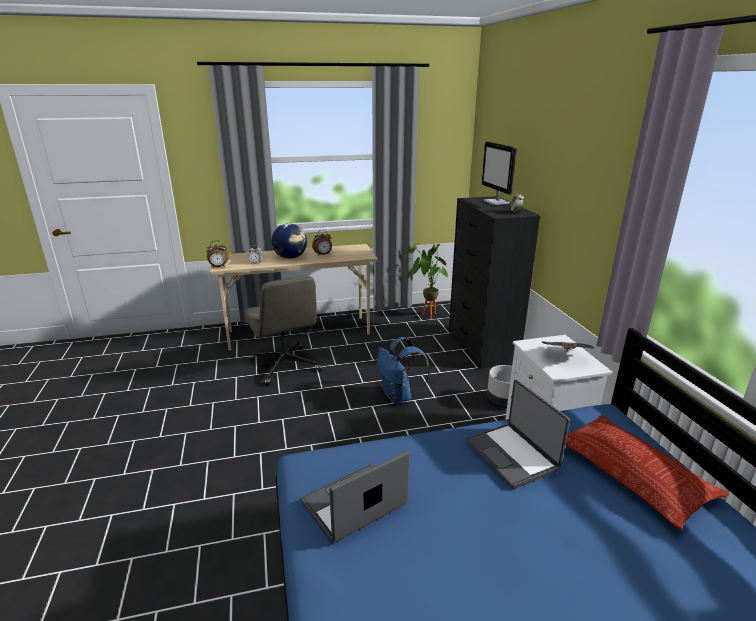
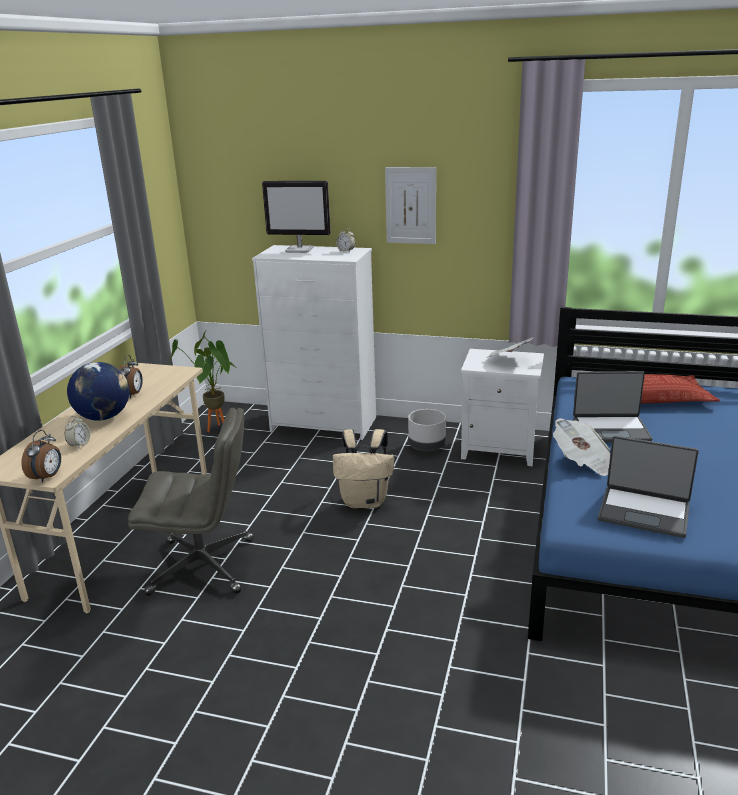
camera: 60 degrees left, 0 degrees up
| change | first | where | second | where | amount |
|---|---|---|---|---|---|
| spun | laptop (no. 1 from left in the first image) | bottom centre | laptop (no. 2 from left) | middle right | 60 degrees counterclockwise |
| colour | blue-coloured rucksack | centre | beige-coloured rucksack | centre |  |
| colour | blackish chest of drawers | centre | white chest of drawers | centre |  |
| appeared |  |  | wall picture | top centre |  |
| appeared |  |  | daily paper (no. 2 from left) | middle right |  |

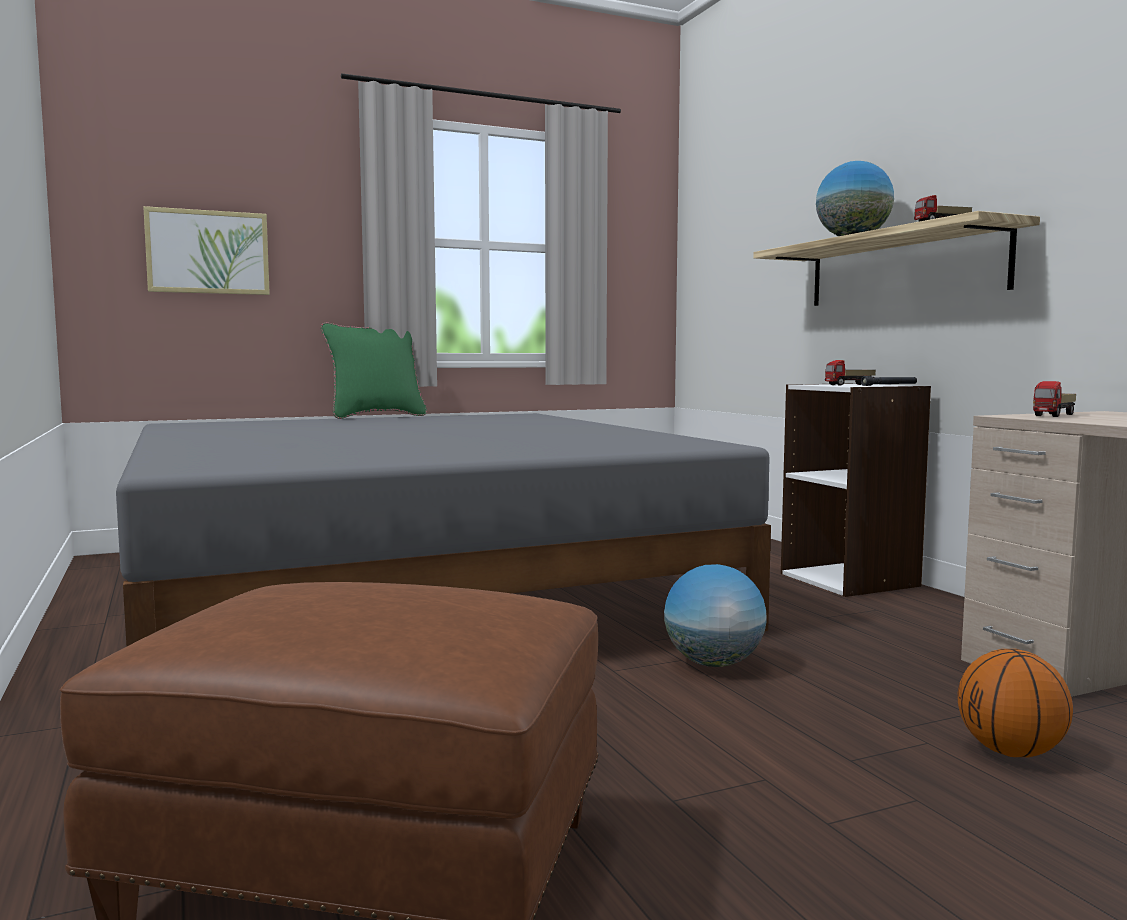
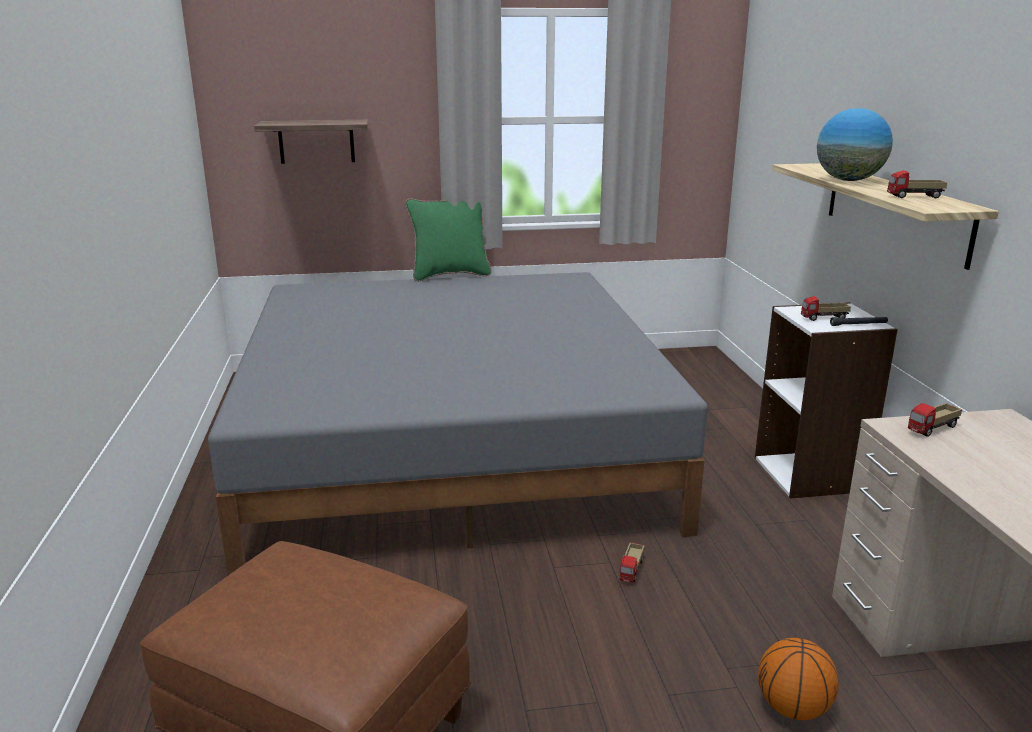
camera: 15 degrees right, 15 degrees up
| change | first | where | second | where | amount |
|---|---|---|---|---|---|
| exchanged | wall picture | top left | shelf (no. 1 from left) | top left |  |
| exchanged | globe (no. 1 from left) | bottom centre | toy truck (no. 1 from left) | bottom centre |  |

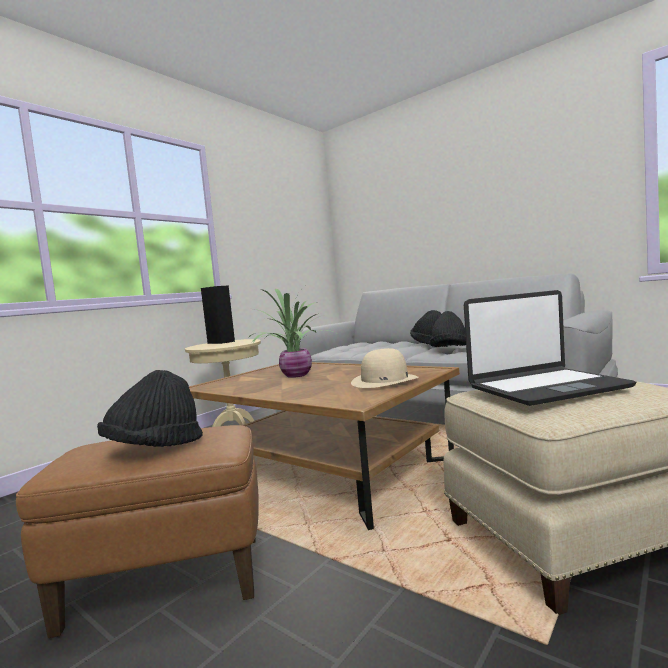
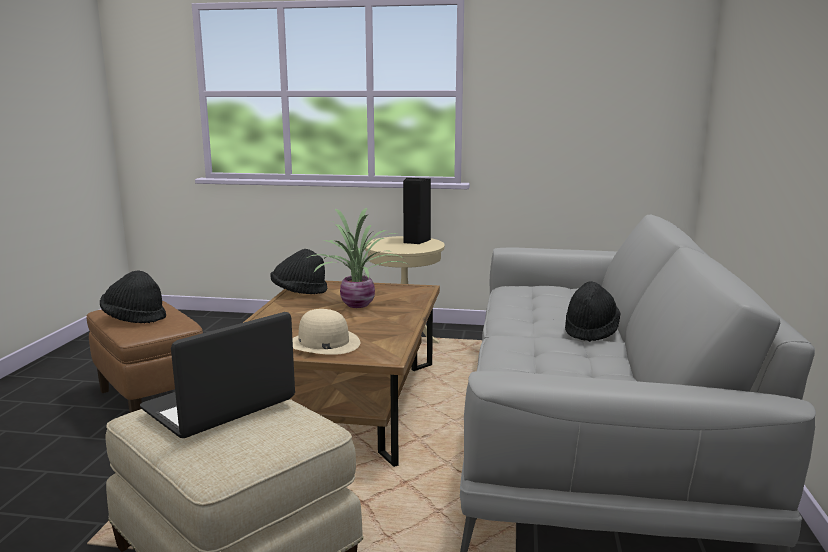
camera: 60 degrees right, 10 degrees up
| change | first | where | second | where | amount |
|---|---|---|---|---|---|
| relocated | blackish clothing hat (no. 3 from left in the first image) | middle right | blackish clothing hat (no. 2 from left) | centre |  |
| spun | laptop | middle right |  | bottom left | 90 degrees clockwise |

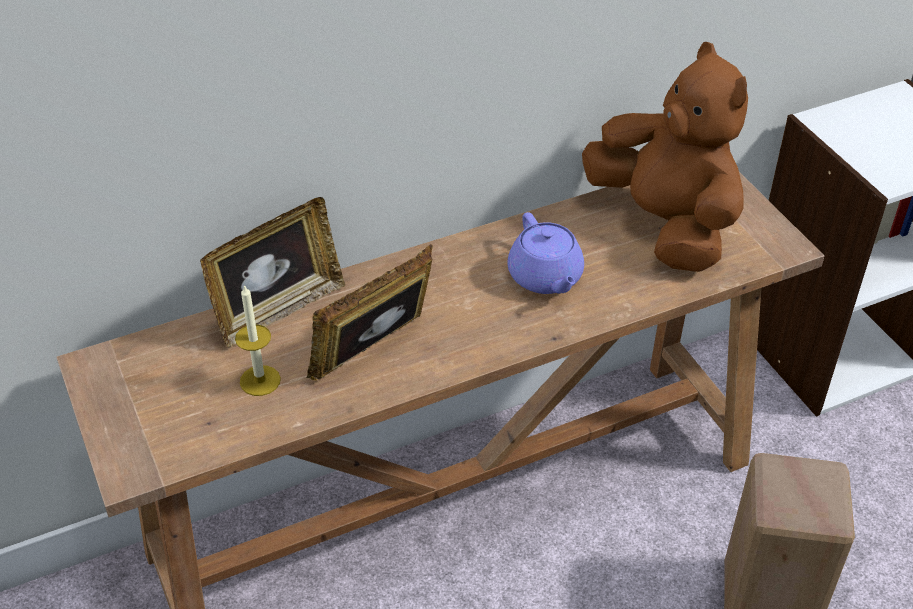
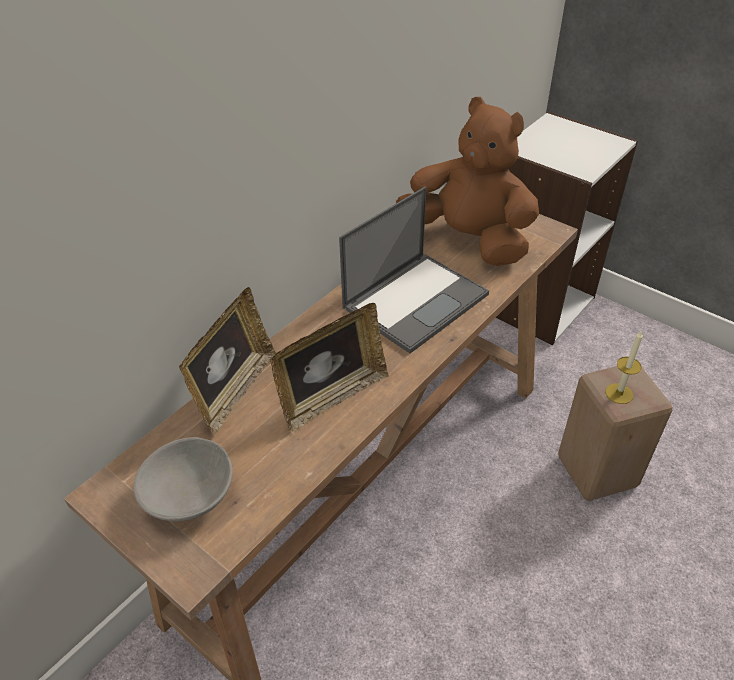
camera: 25 degrees left, 0 degrees up
| change | first | where | second | where | amount |
|---|---|---|---|---|---|
| relocated | wax candle | middle left |  | middle right |  |
| spun | photo frame (no. 2 from left) | centre |  | centre | 150 degrees counterclockwise |
| exchanged | purple-coloured tea pot | centre | laptop | centre |  |
| appeared |  |  | gray bowl | bottom left |  |

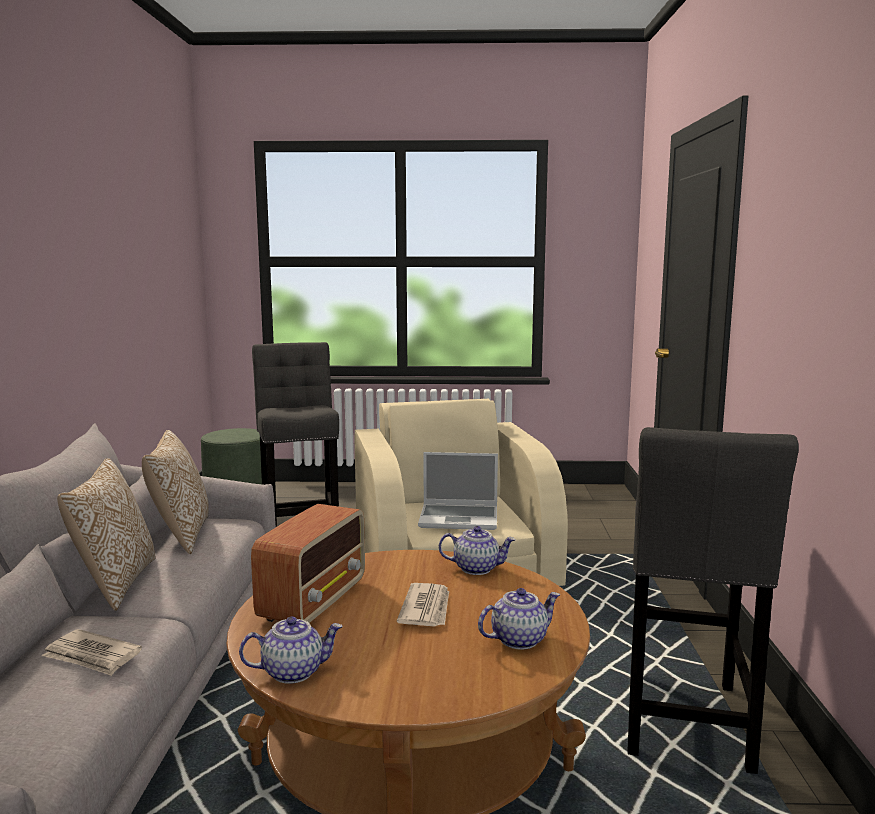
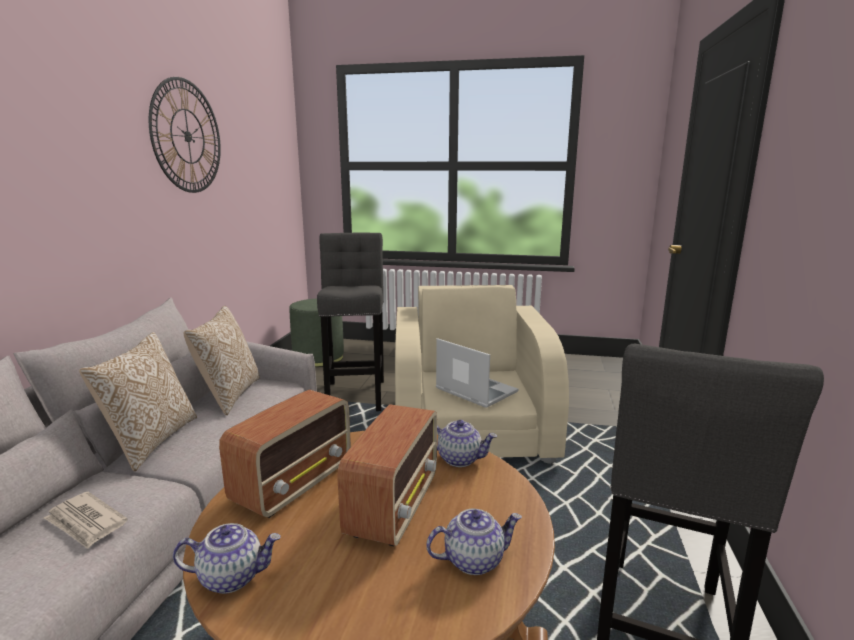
camera: 10 degrees right, 5 degrees up
| change | first | where | second | where | amount |
|---|---|---|---|---|---|
| exchanged | daily paper (no. 2 from left) | bottom centre | radio (no. 2 from left) | bottom centre |  |
| spun | laptop | centre |  | centre | 150 degrees counterclockwise |
| appeared |  |  | hanging clock | top left |  |

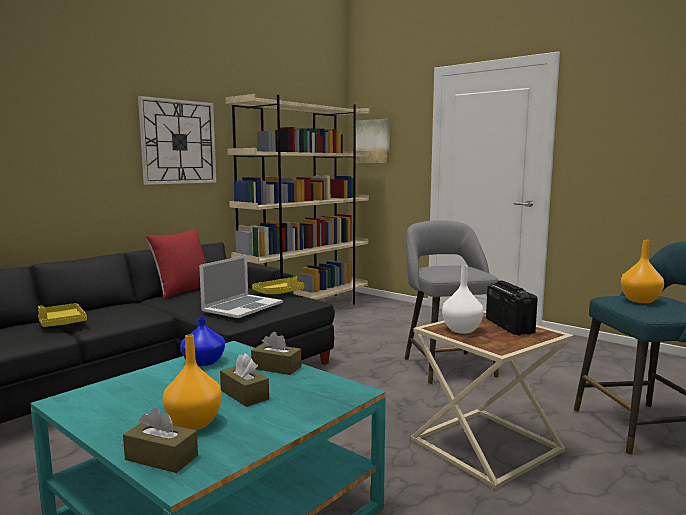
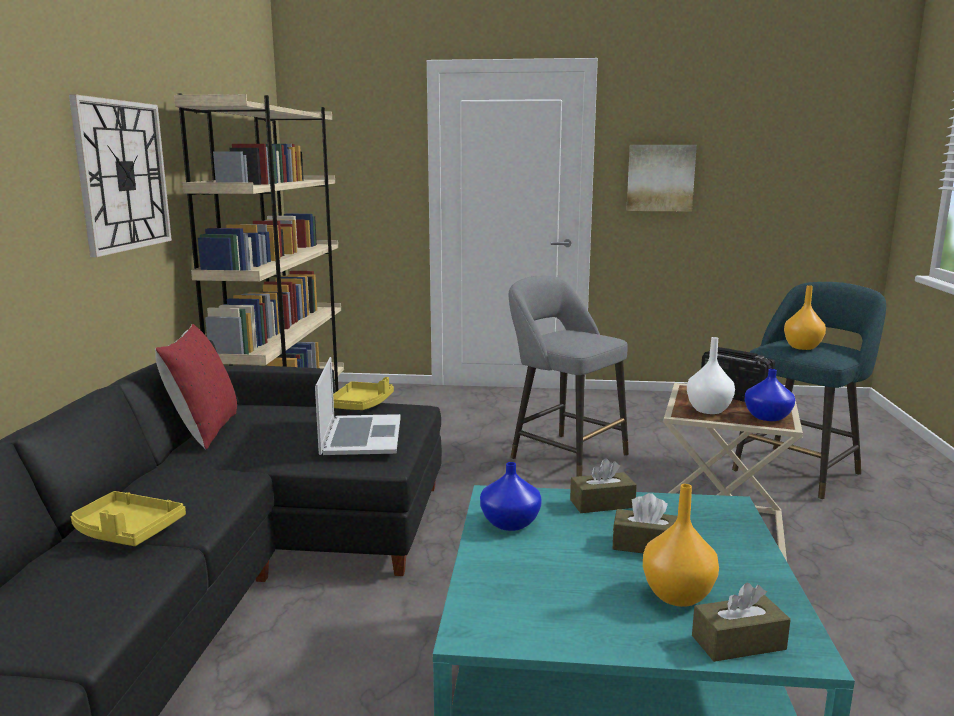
camera: 35 degrees left, 5 degrees up
| change | first | where | second | where | amount |
|---|---|---|---|---|---|
| relocated | wall picture | top centre |  | top right |  |
| appeared |  |  | blue-coloured flower vase (no. 2 from left) | middle right |  |

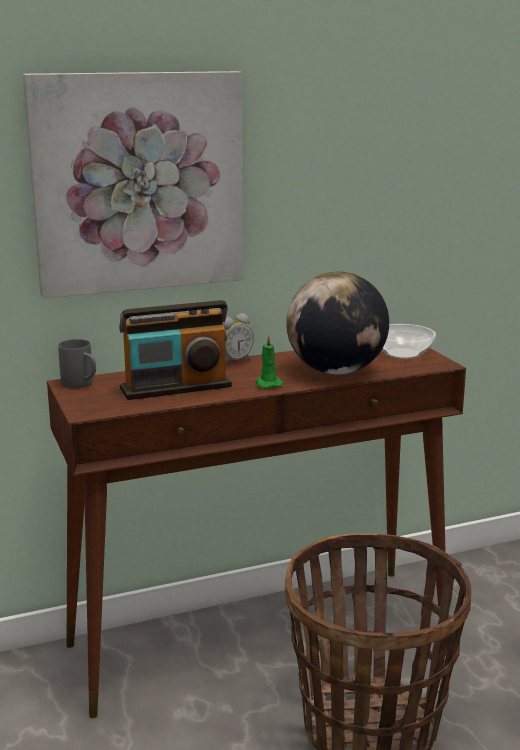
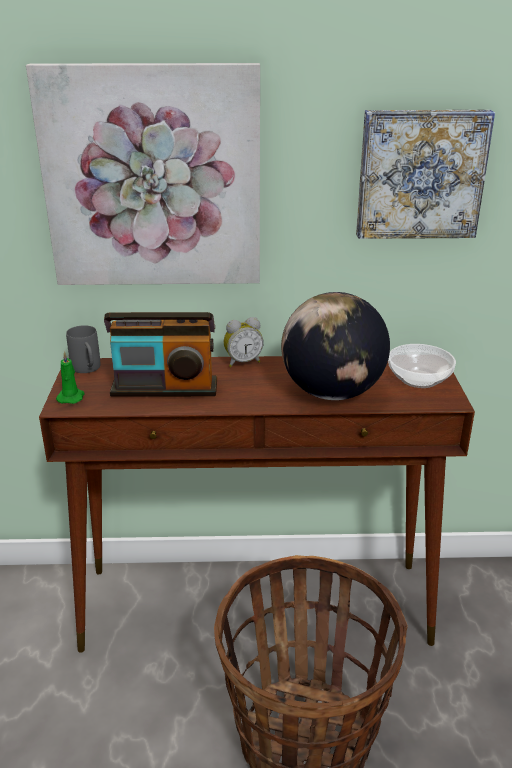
camera: 20 degrees right, 10 degrees up
| change | first | where | second | where | amount |
|---|---|---|---|---|---|
| relocated | green wax candle | centre |  | middle left |  |
| appeared |  |  | wall picture (no. 2 from left) | top right |  |

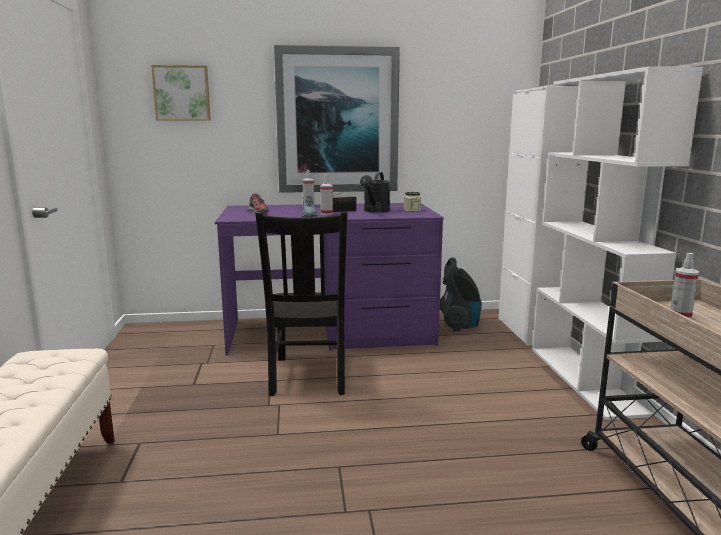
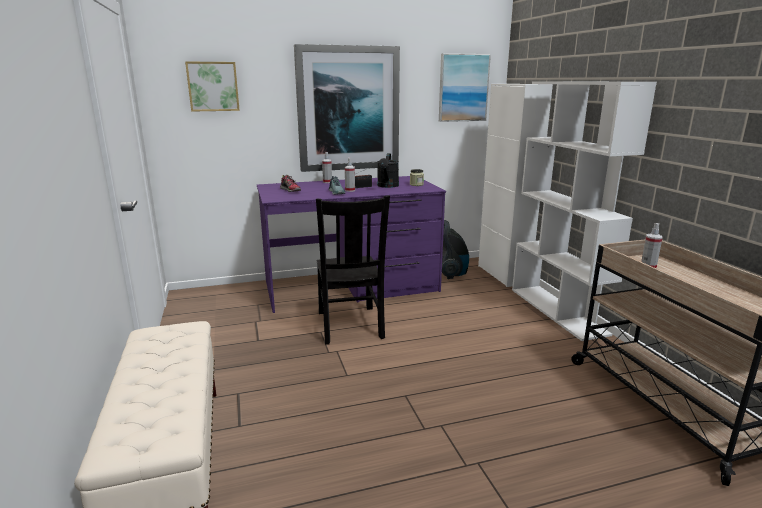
camera: 10 degrees left, 5 degrees up
| change | first | where | second | where | amount |
|---|---|---|---|---|---|
| appeared |  |  | wall picture (no. 3 from left) | top centre |  |

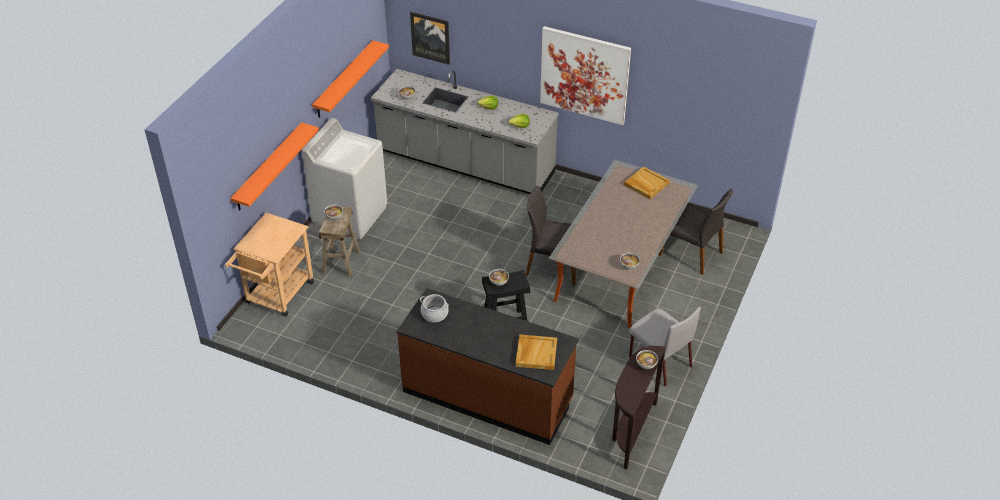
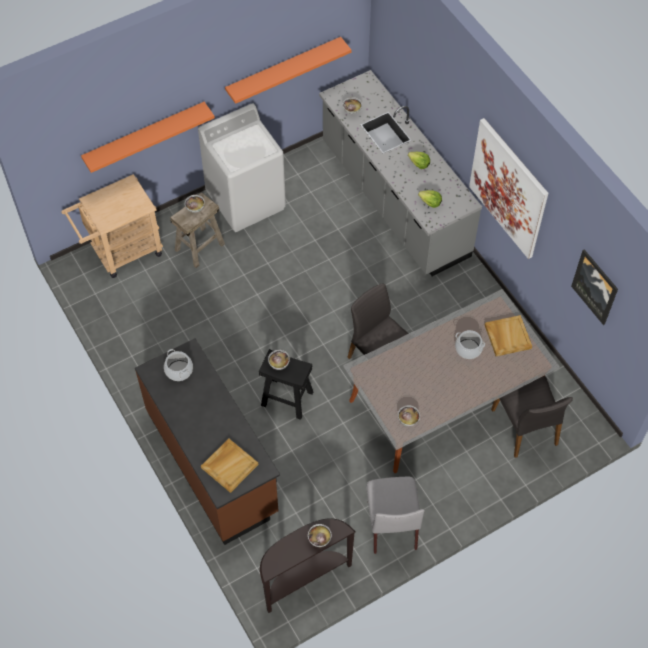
camera: 35 degrees right, 15 degrees up
| change | first | where | second | where | amount |
|---|---|---|---|---|---|
| relocated | wall picture (no. 1 from left in the first image) | top centre | wall picture (no. 2 from left) | middle right |  |
| appeared |  |  | saucepot (no. 2 from left) | middle right |  |

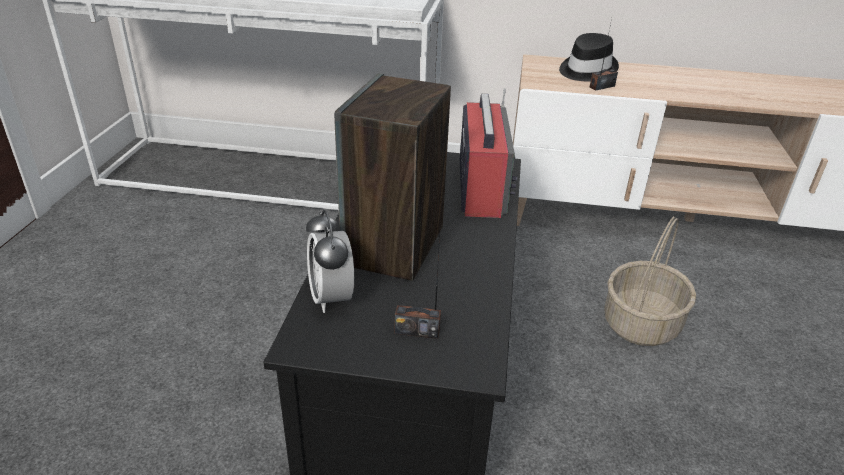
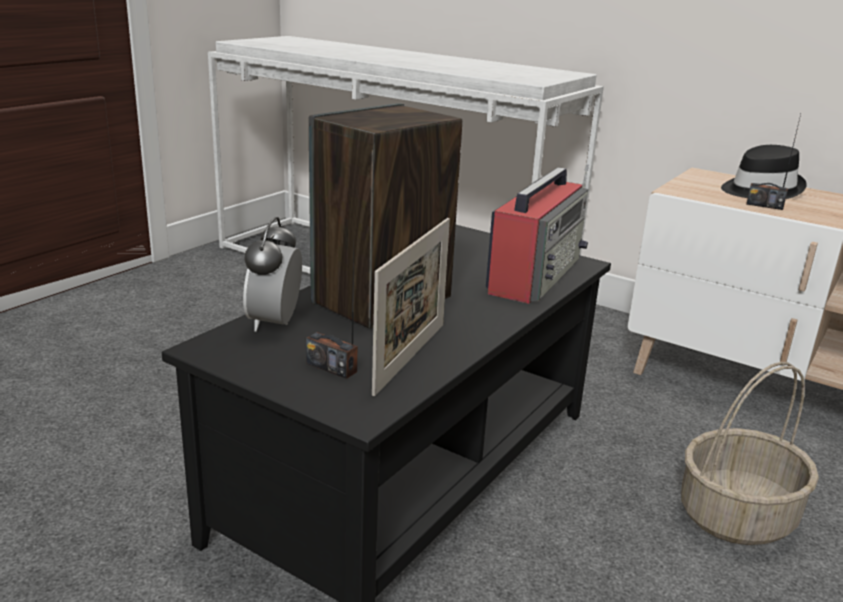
camera: 25 degrees right, 10 degrees down
| change | first | where | second | where | amount |
|---|---|---|---|---|---|
| spun | radio (no. 3 from left) | top right |  | top right | 150 degrees counterclockwise |
| appeared |  |  | photo frame | centre |  |

